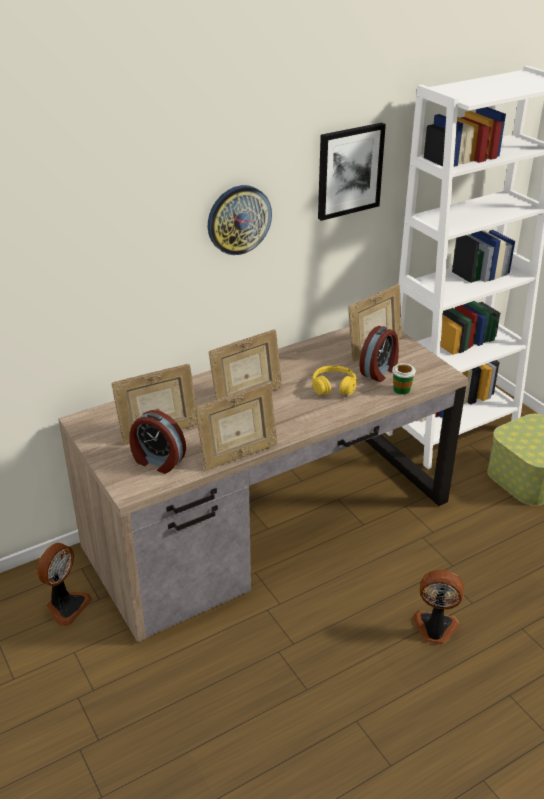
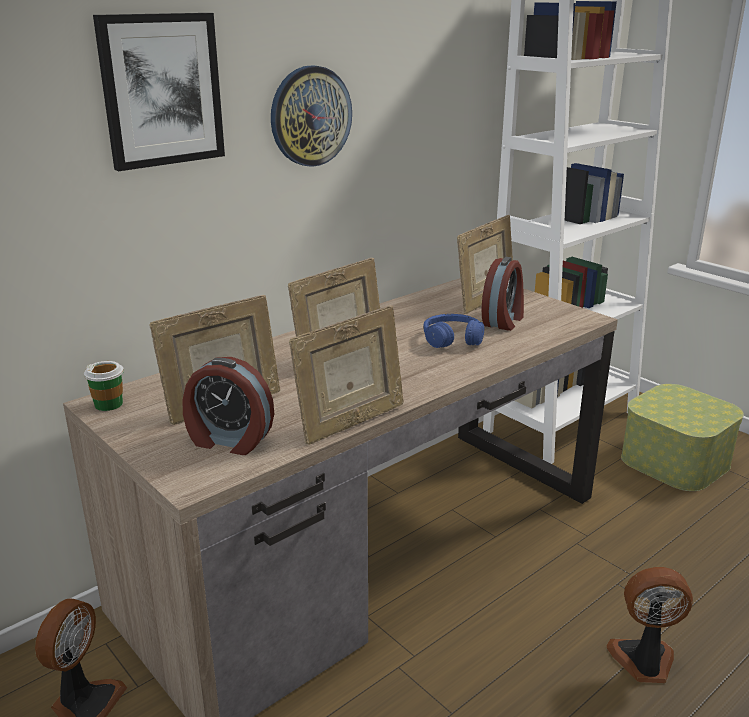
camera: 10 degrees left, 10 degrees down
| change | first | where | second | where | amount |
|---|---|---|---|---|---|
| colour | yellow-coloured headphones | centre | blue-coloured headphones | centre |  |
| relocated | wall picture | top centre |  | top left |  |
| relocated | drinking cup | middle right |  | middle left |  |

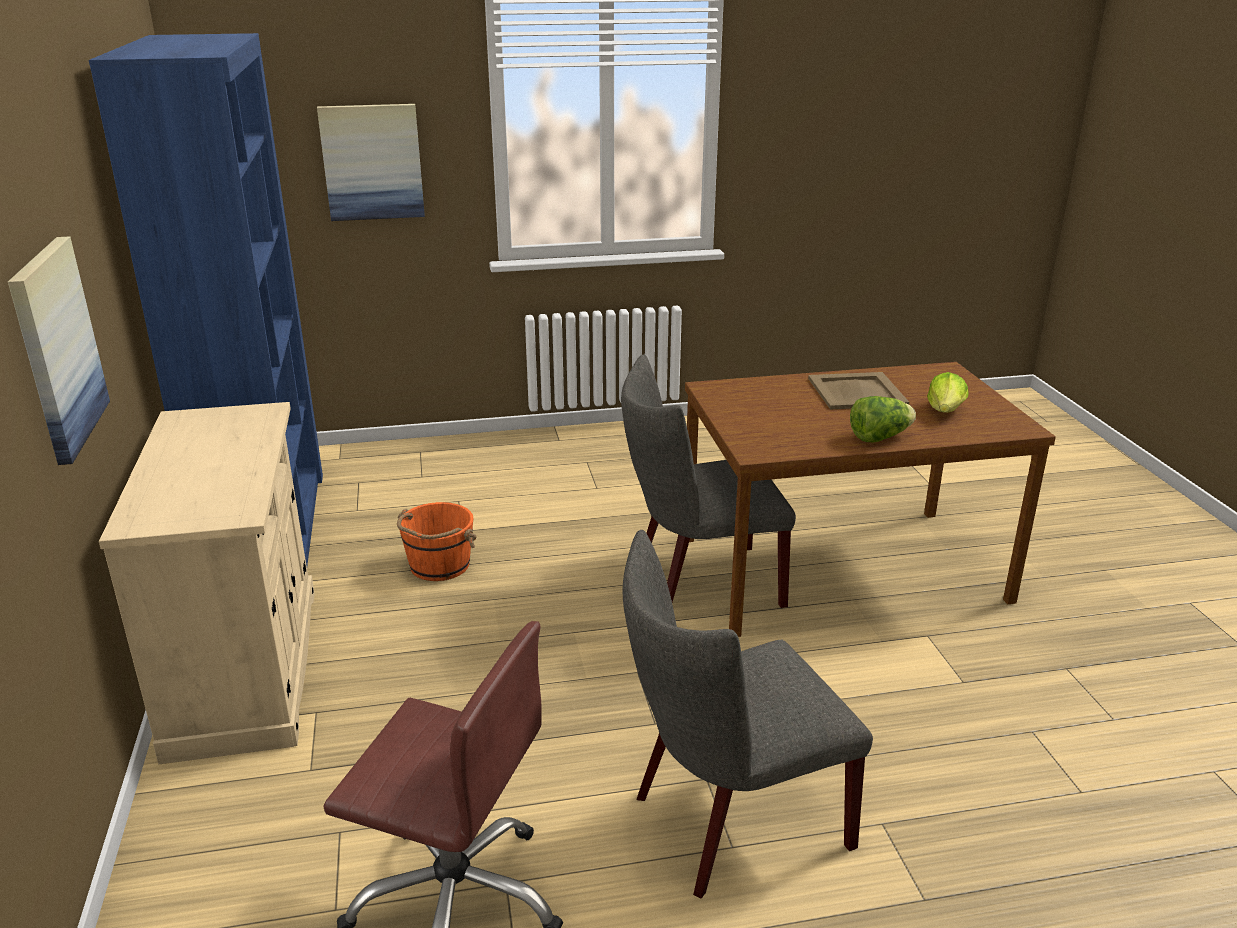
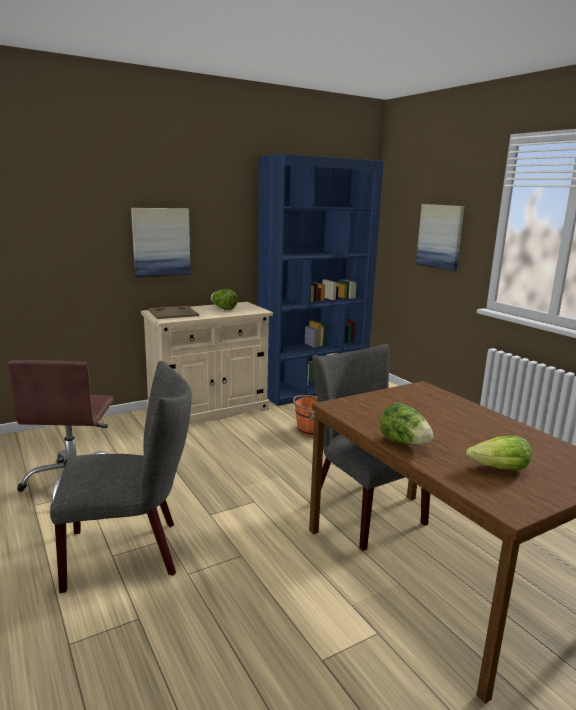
camera: 70 degrees right, 10 degrees down
| change | first | where | second | where | amount |
|---|---|---|---|---|---|
| spun | gray upright chair (no. 2 from left in the first image) | bottom centre | gray upright chair (no. 1 from left) | bottom left | 120 degrees clockwise |
| relocated | beige-coloured serving tray | middle right |  | middle left |  |
| appeared |  |  | lettuce head (no. 1 from left) | centre |  |

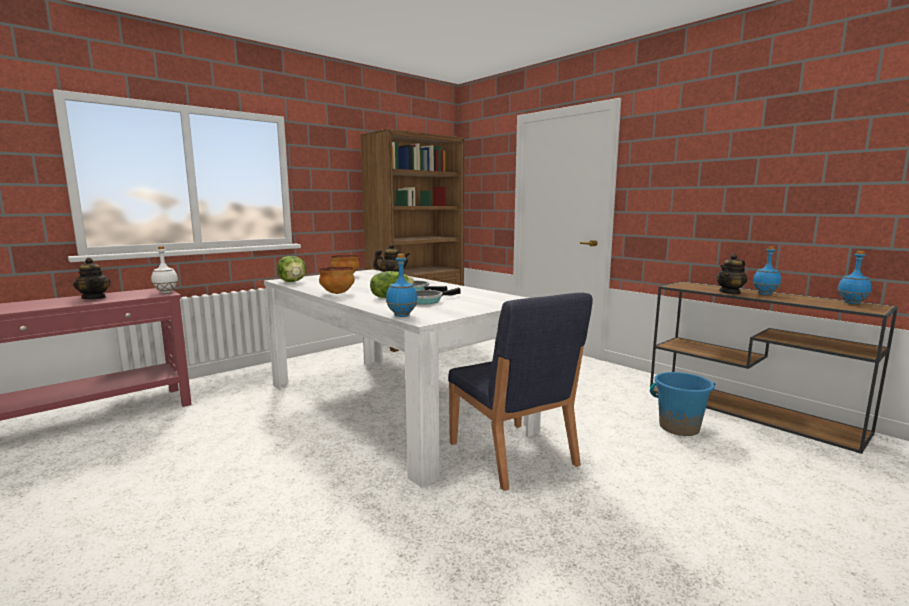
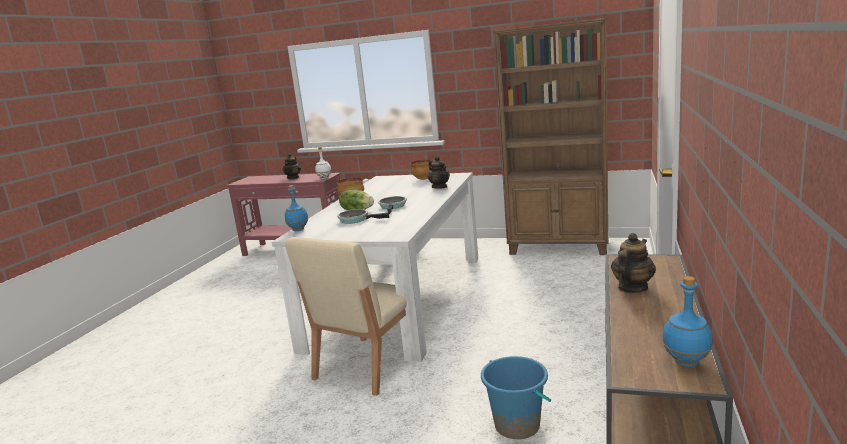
camera: 60 degrees right, 5 degrees up
| change | first | where | second | where | amount |
|---|---|---|---|---|---|
| missing | lettuce head (no. 1 from left) | middle left |  |  |  |
| colour | blue-coloured upright chair | centre | beige-coloured upright chair | bottom centre |  |
| spun | tea pot (no. 3 from left) | middle right |  | middle right | 105 degrees clockwise |
| missing | blue-coloured bottle (no. 2 from left) | middle right |  |  |  |

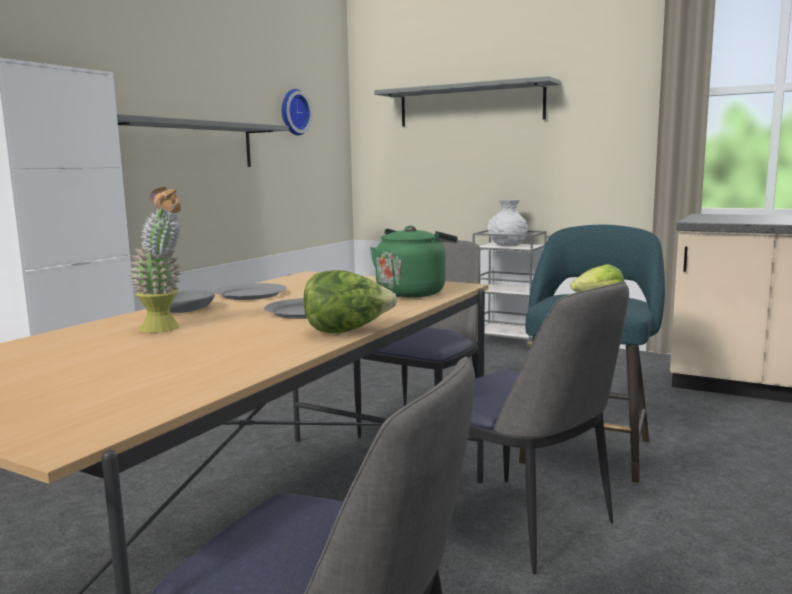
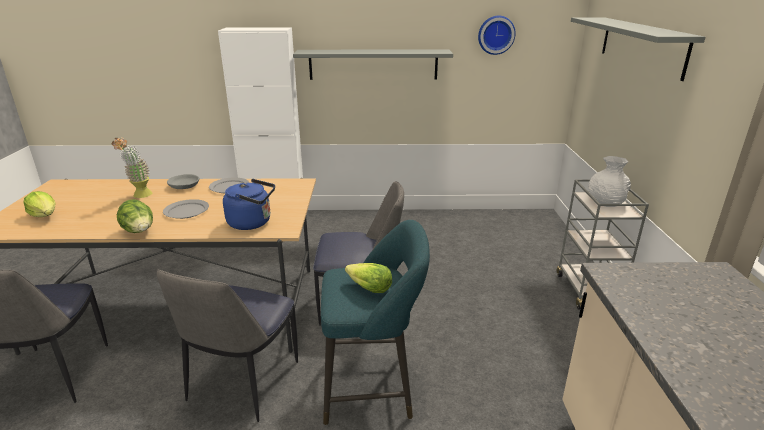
camera: 60 degrees right, 15 degrees up
| change | first | where | second | where | amount |
|---|---|---|---|---|---|
| colour | green water kettle | centre | blue-coloured water kettle | middle left |  |
| appeared |  |  | lettuce head (no. 1 from left) | middle left |  |

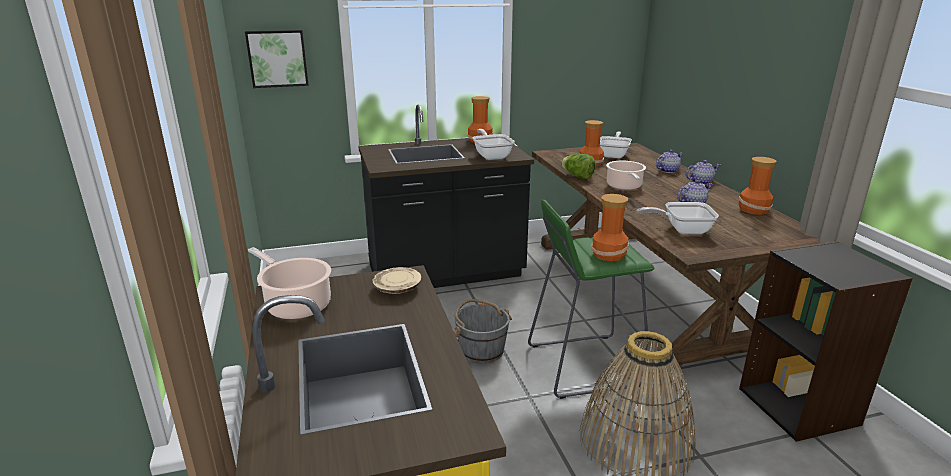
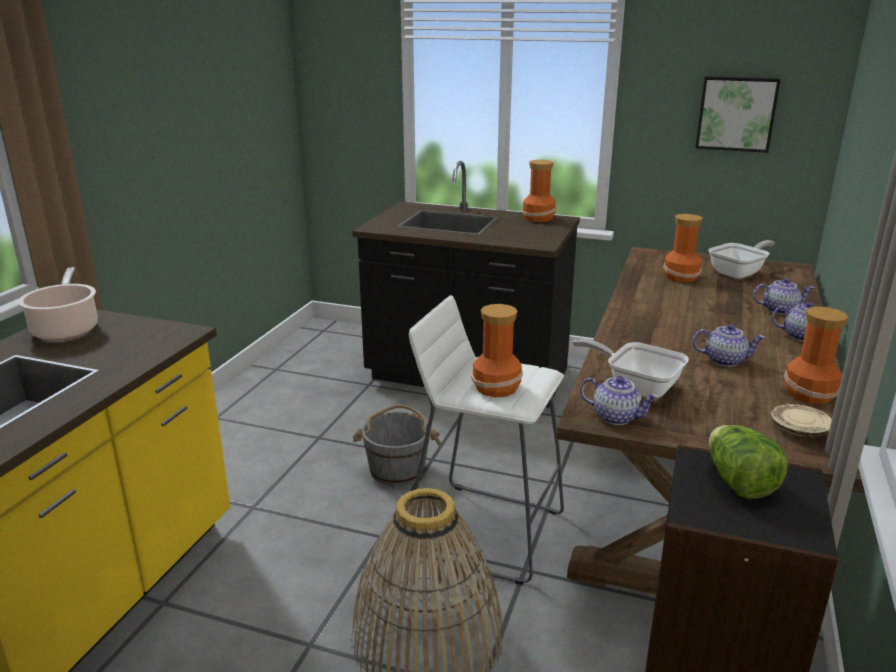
camera: 35 degrees right, 0 degrees up
| change | first | where | second | where | amount |
|---|---|---|---|---|---|
| relocated | wall picture | top left |  | top right |  |
| relocated | beige-coloured flat dish | centre |  | middle right |  |
| missing | frying pan (no. 1 from left) | top centre |  |  |  |
| colour | green sitting stool | centre | white sitting stool | centre |  |
| relocated | lettuce head | centre |  | bottom right |  |
| missing | saucepot (no. 2 from left) | centre |  |  |  |
| appeared |  |  | tea pot (no. 1 from left) | middle right |  |

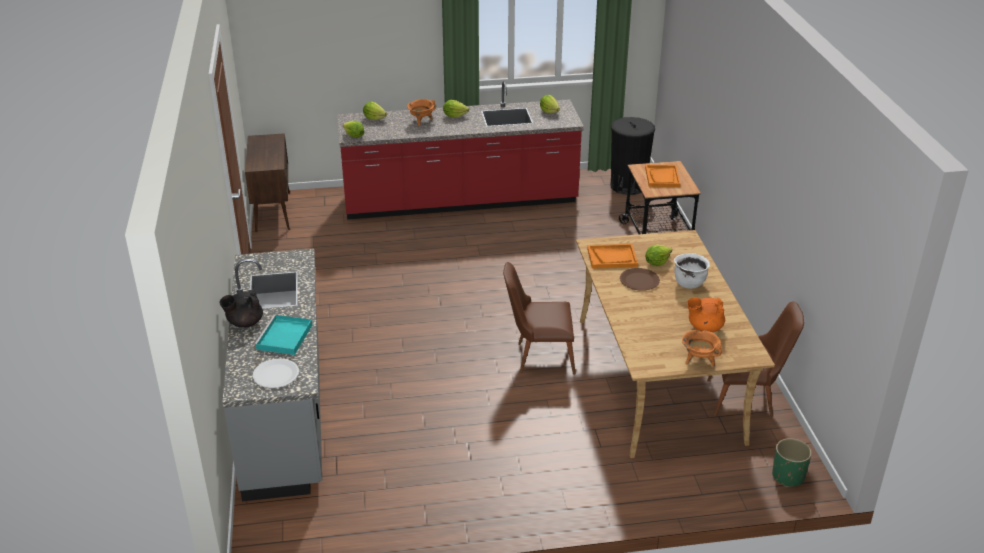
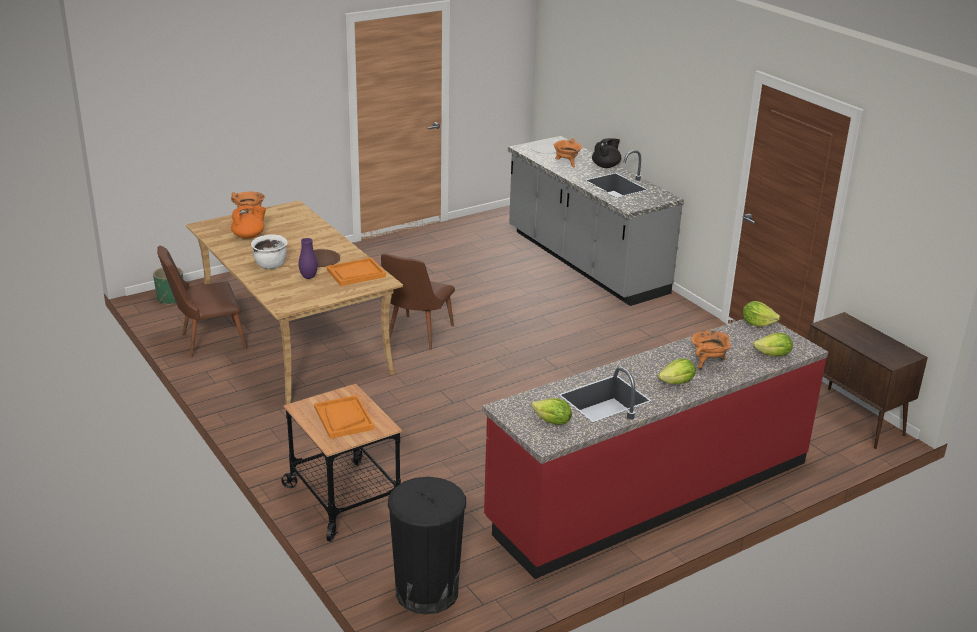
camera: 155 degrees right, 5 degrees down
| change | first | where | second | where | amount |
|---|---|---|---|---|---|
| exchanged | turquoise serving tray | middle left | orange-coloured saucepot (no. 2 from left) | top centre |  |
| spun | brown upright chair (no. 1 from left in the first image) | centre | brown upright chair (no. 2 from left) | centre | 135 degrees clockwise |
| exchanged | lettuce head (no. 5 from left) | middle right | purple-coloured flower vase | middle left |  |

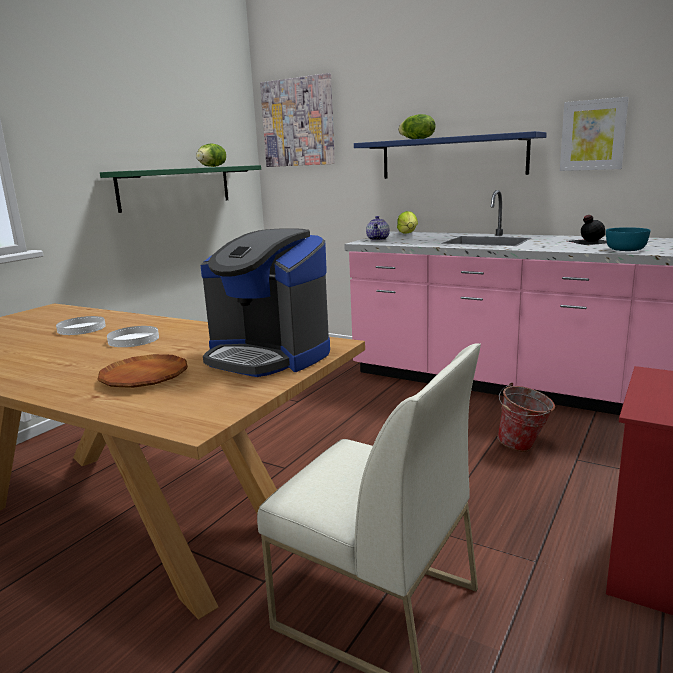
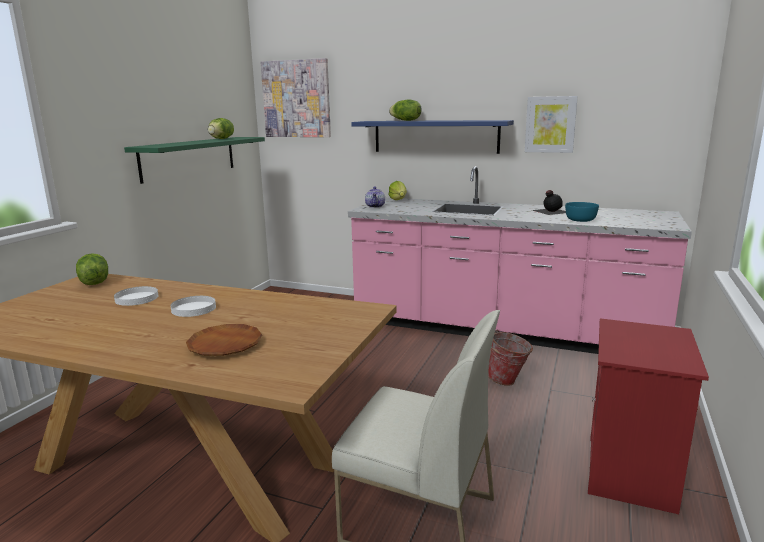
camera: 10 degrees left, 0 degrees up
| change | first | where | second | where | amount |
|---|---|---|---|---|---|
| missing | coffee maker | centre |  |  |  |
| appeared |  |  | lettuce head (no. 1 from left) | middle left |  |

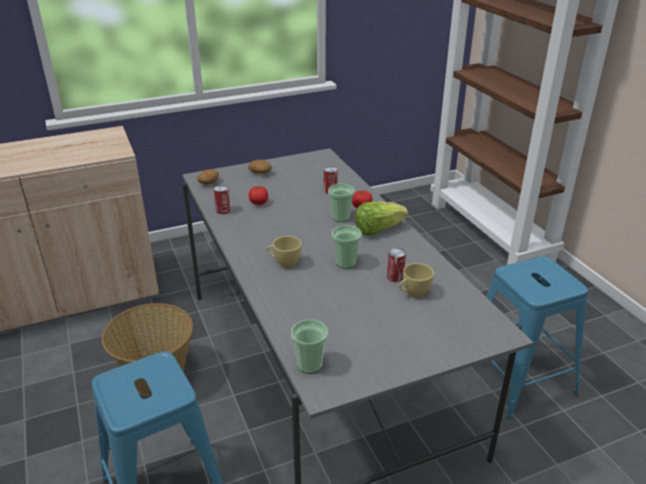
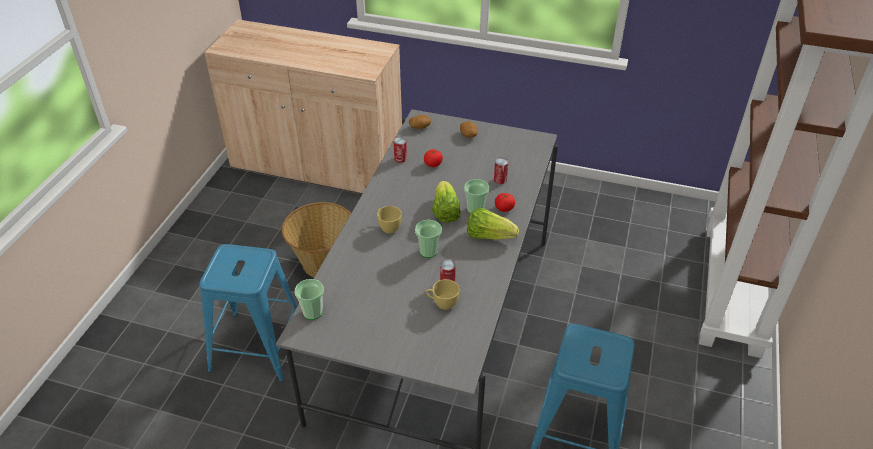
camera: 40 degrees right, 10 degrees up
| change | first | where | second | where | amount |
|---|---|---|---|---|---|
| appeared |  |  | lettuce head (no. 1 from left) | centre |  |

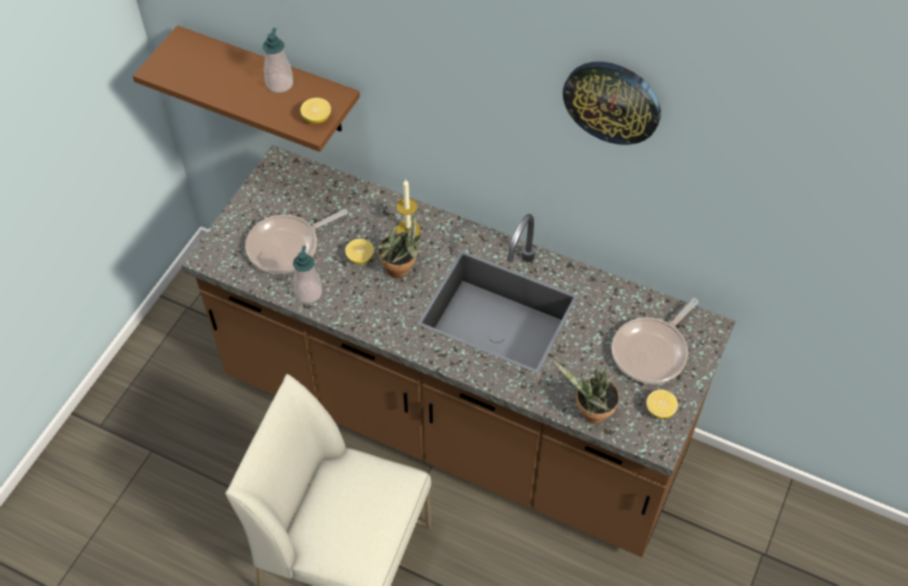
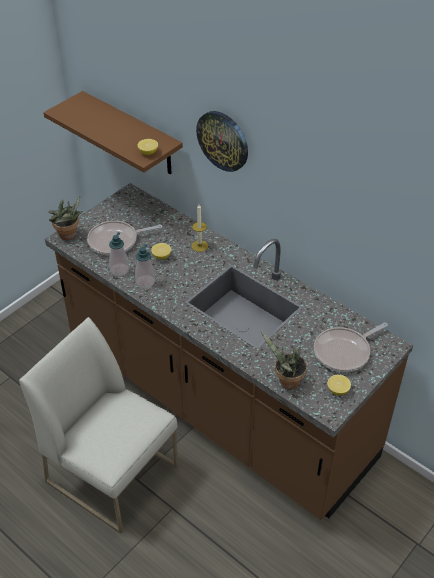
camera: 15 degrees right, 10 degrees down
| change | first | where | second | where | amount |
|---|---|---|---|---|---|
| relocated | liquid soap bottle (no. 1 from left in the first image) | top left | liquid soap bottle (no. 2 from left) | centre |  |
| relocated | plant in a pot (no. 1 from left) | centre |  | middle left |  |
| relocated | hanging clock | top right |  | top centre |  |

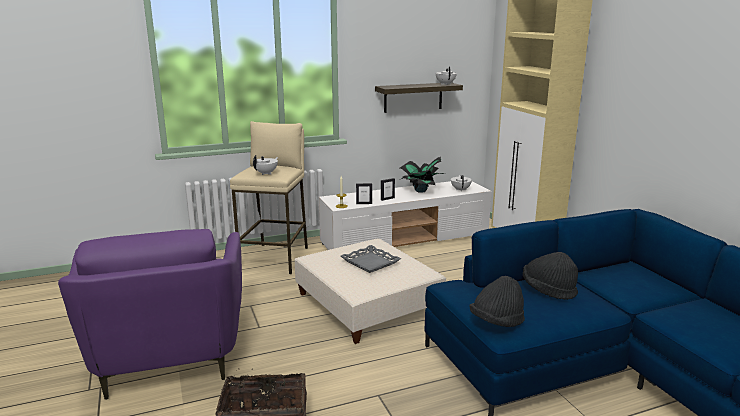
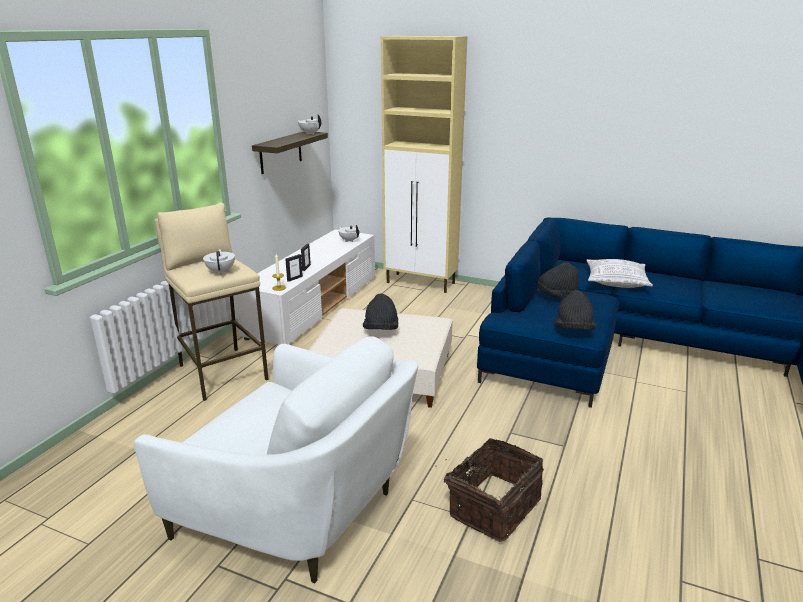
camera: 45 degrees left, 5 degrees up
| change | first | where | second | where | amount |
|---|---|---|---|---|---|
| colour | purple-coloured easy chair | bottom left | white easy chair | bottom centre |  |
| exchanged | gray serving tray | centre | blackish clothing hat (no. 1 from left) | centre |  |
| missing | plant in a pot | centre |  |  |  |
| appeared |  |  | cushion | middle right |  |

